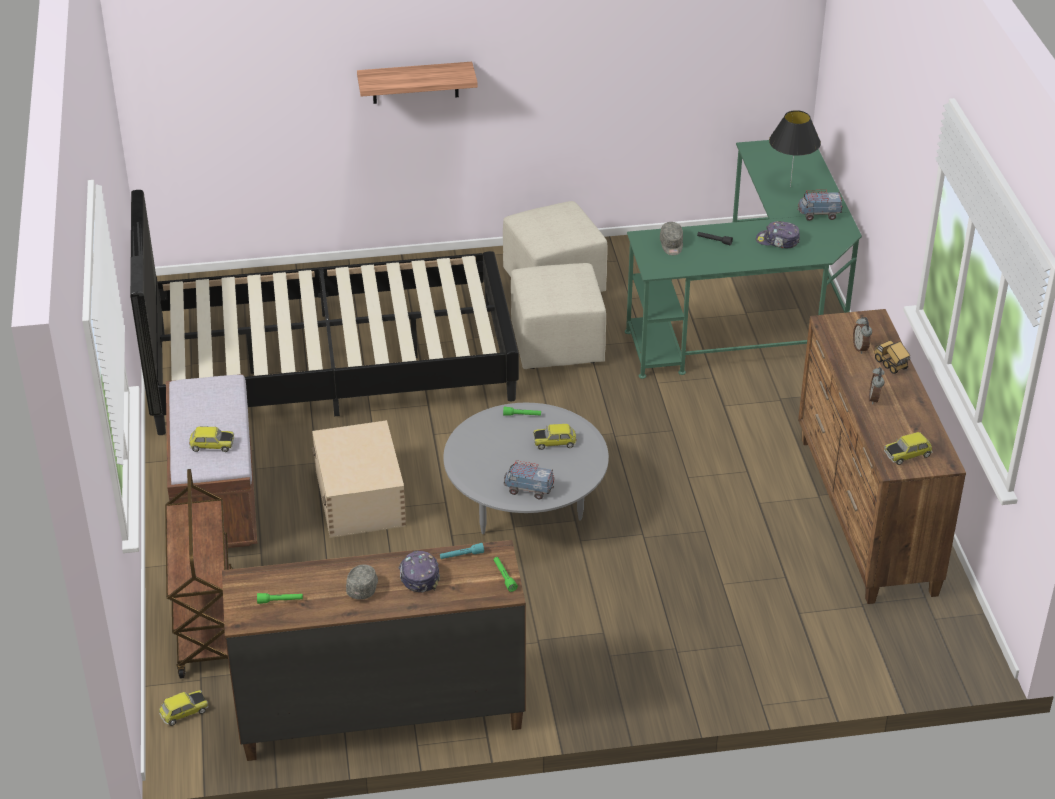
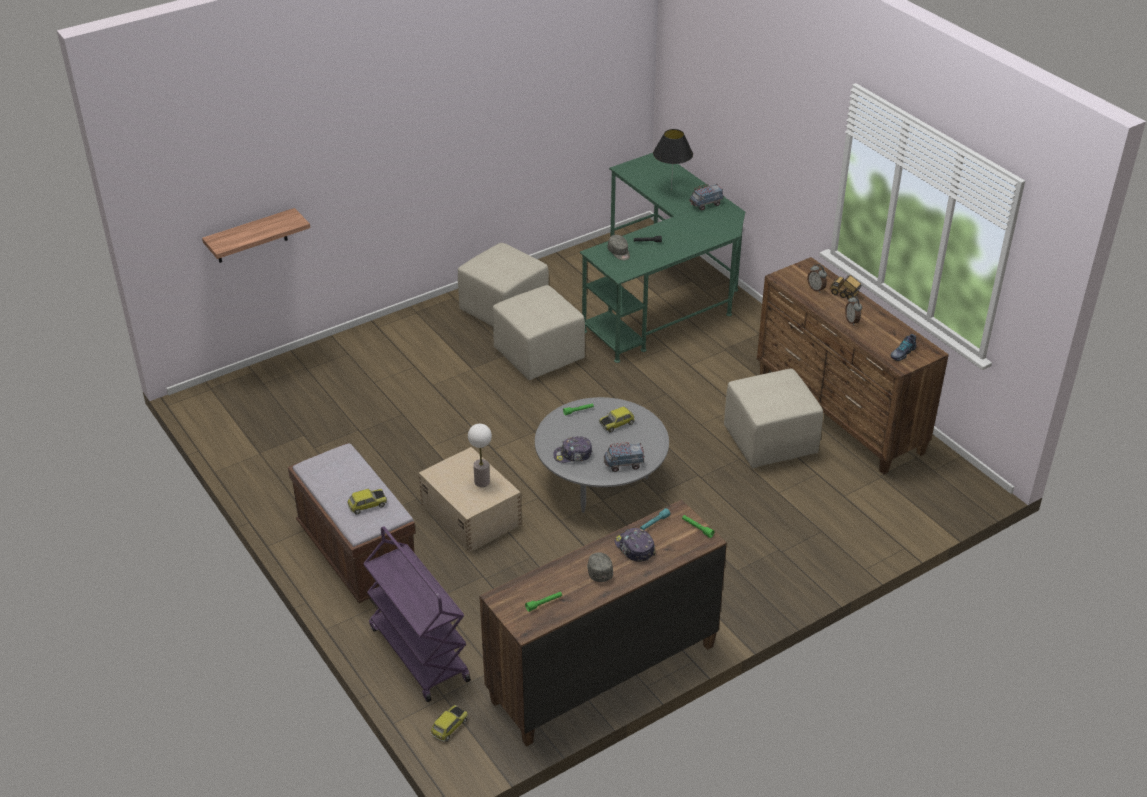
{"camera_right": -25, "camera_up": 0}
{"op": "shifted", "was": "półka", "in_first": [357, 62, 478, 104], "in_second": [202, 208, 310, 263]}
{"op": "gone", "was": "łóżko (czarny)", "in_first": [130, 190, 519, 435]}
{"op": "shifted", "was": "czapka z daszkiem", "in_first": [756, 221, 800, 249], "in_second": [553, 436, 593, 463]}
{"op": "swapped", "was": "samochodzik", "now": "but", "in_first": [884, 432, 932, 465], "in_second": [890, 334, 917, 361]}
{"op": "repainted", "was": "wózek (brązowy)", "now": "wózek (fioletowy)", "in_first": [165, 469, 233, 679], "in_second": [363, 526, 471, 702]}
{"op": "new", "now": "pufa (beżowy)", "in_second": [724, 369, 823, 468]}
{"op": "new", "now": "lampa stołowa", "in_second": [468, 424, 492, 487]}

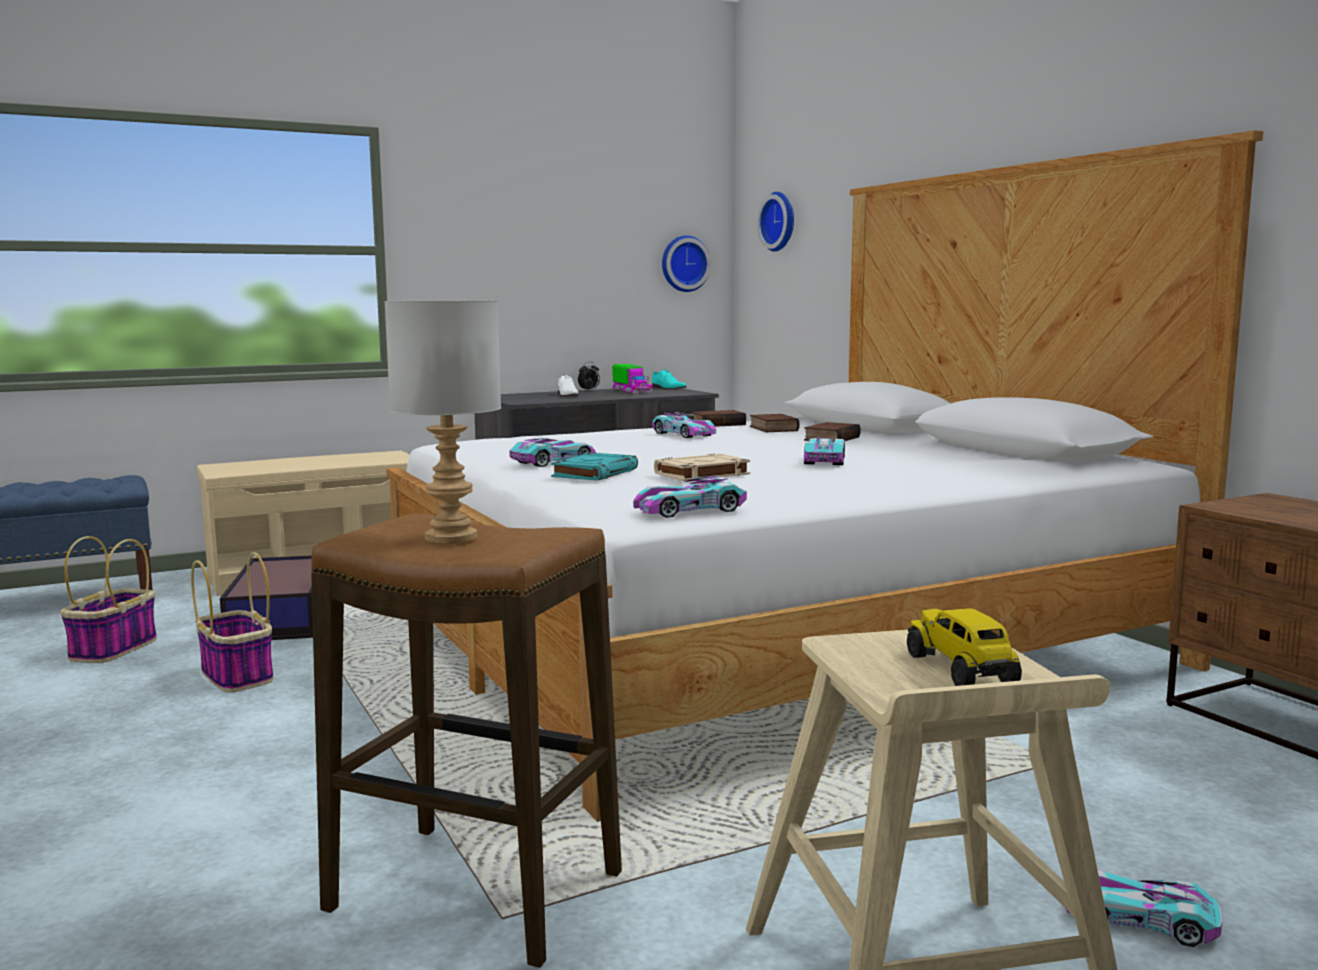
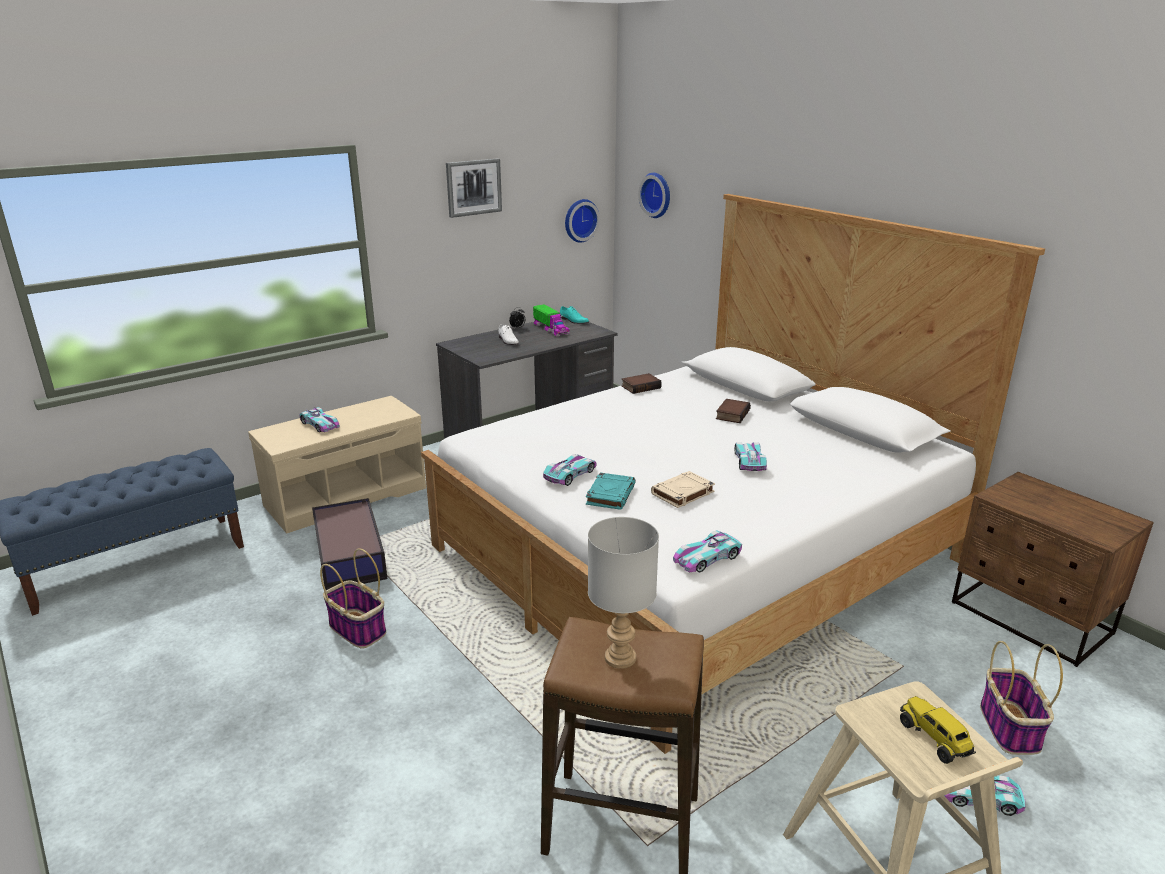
{"camera_right": -10, "camera_up": 15}
{"op": "shifted", "was": "samochodzik", "in_first": [653, 412, 716, 438], "in_second": [299, 407, 340, 432]}
{"op": "gone", "was": "książka", "in_first": [750, 414, 800, 432]}
{"op": "shifted", "was": "koszyk", "in_first": [60, 536, 157, 663], "in_second": [980, 641, 1063, 755]}
{"op": "new", "now": "obraz", "in_second": [446, 158, 502, 218]}

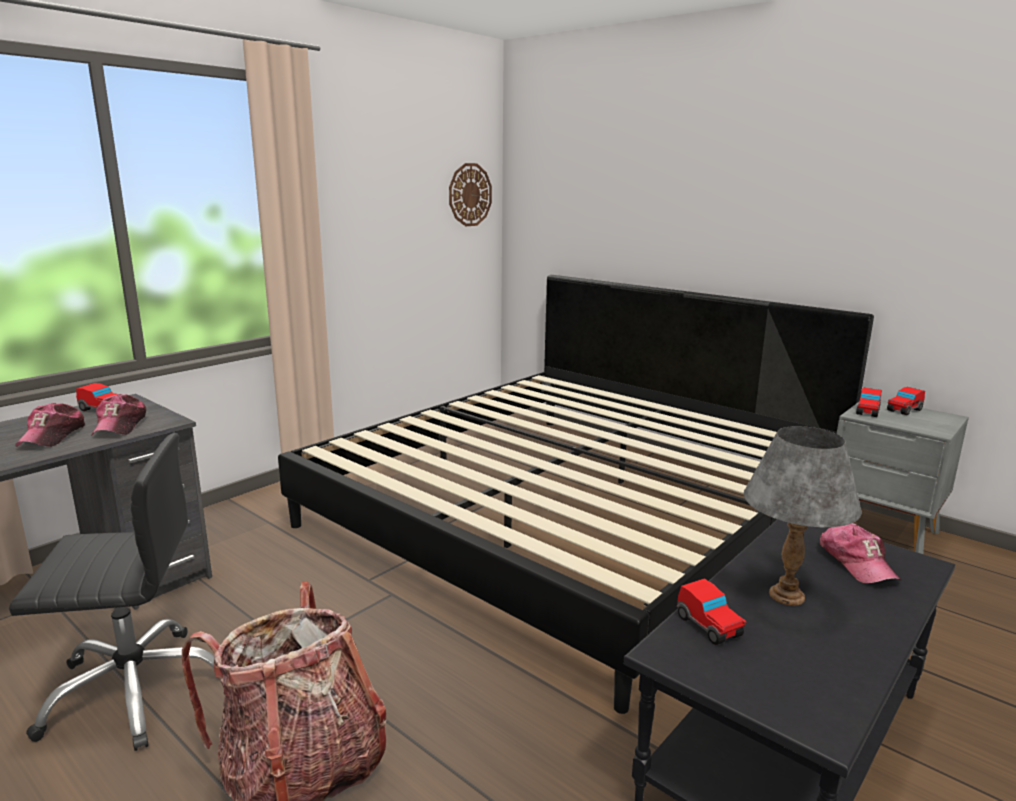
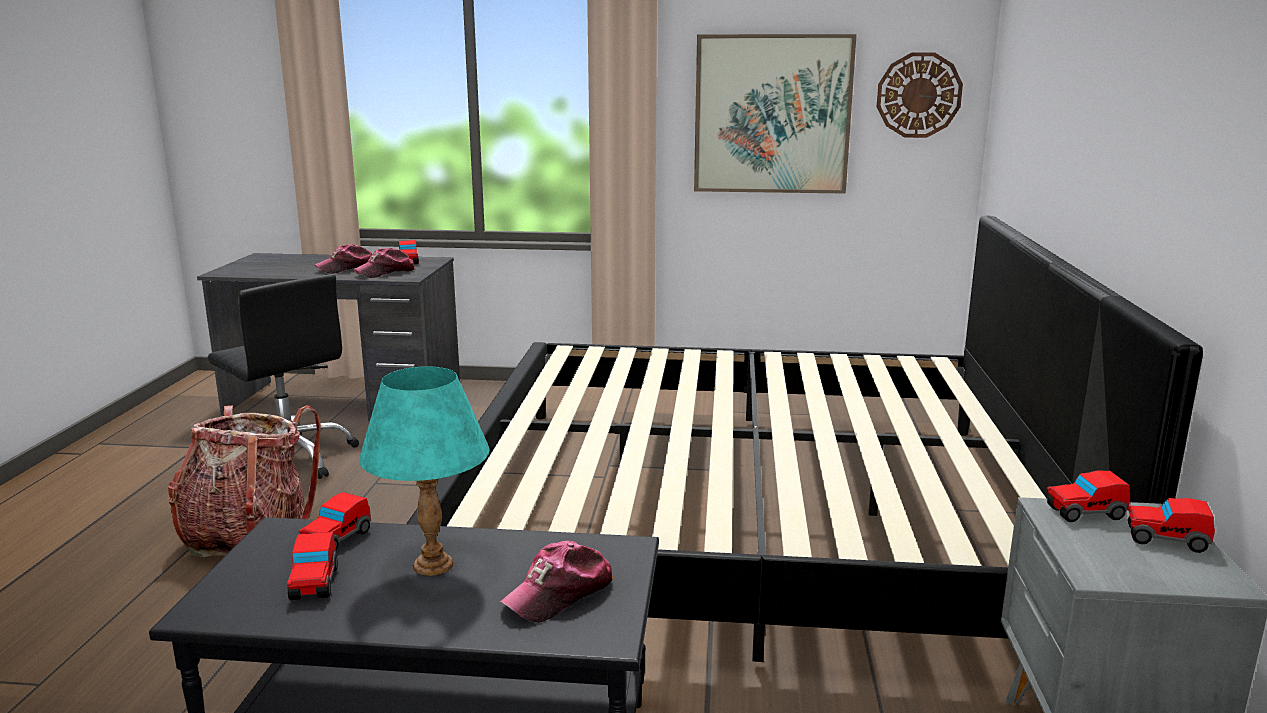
{"camera_right": 55, "camera_up": 0}
{"op": "repainted", "was": "lampa stołowa (szary)", "now": "lampa stołowa (turkusowy)", "in_first": [744, 426, 862, 606], "in_second": [359, 366, 490, 576]}
{"op": "new", "now": "obraz", "in_second": [694, 34, 857, 194]}
{"op": "new", "now": "samochodzik", "in_second": [287, 532, 338, 600]}

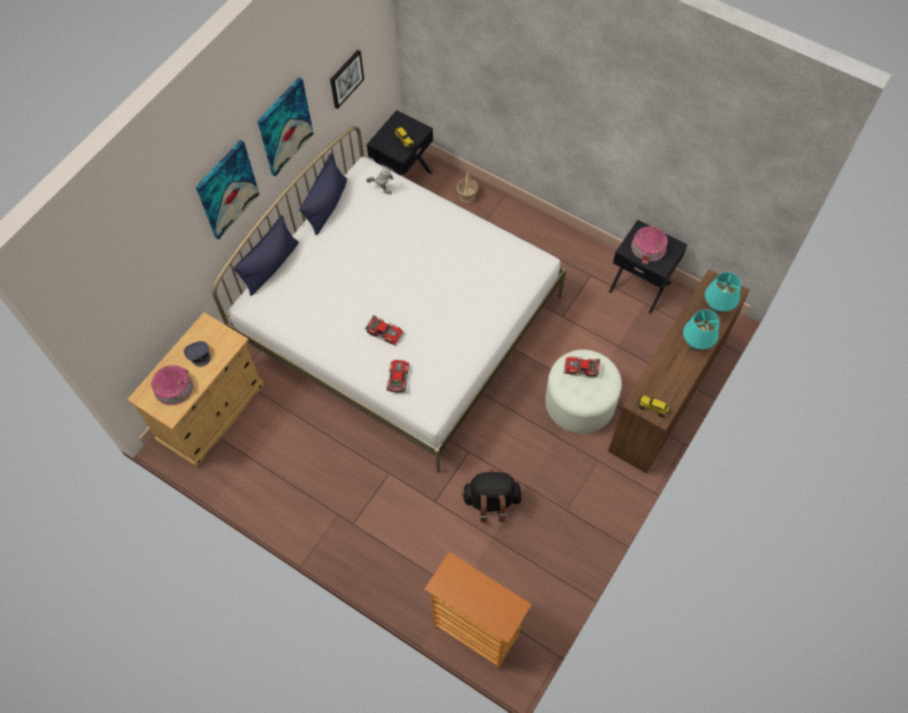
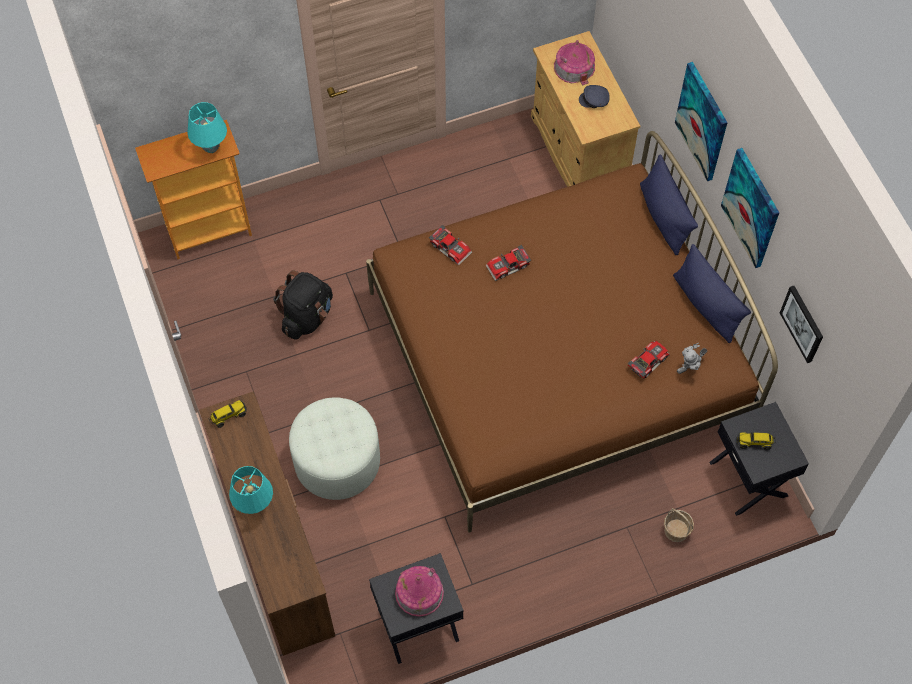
{"camera_right": 125, "camera_up": 0}
{"op": "repainted", "was": "łóżko (biały)", "now": "łóżko (brązowy)", "in_first": [212, 126, 566, 473], "in_second": [366, 131, 778, 533]}
{"op": "shifted", "was": "lampa stołowa (turkusowy)", "in_first": [705, 272, 741, 314], "in_second": [188, 102, 227, 153]}
{"op": "shifted", "was": "samochodzik", "in_first": [564, 356, 600, 378], "in_second": [627, 341, 670, 379]}

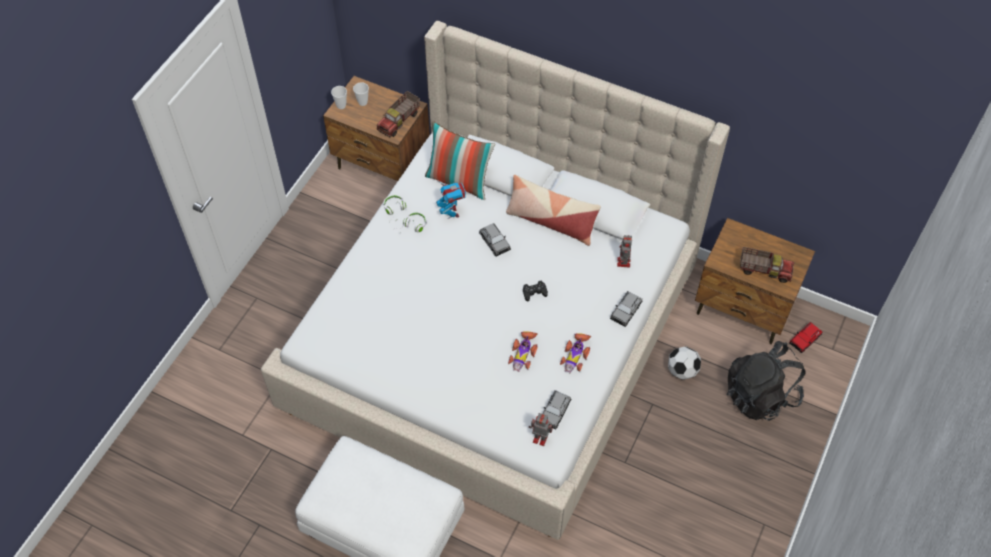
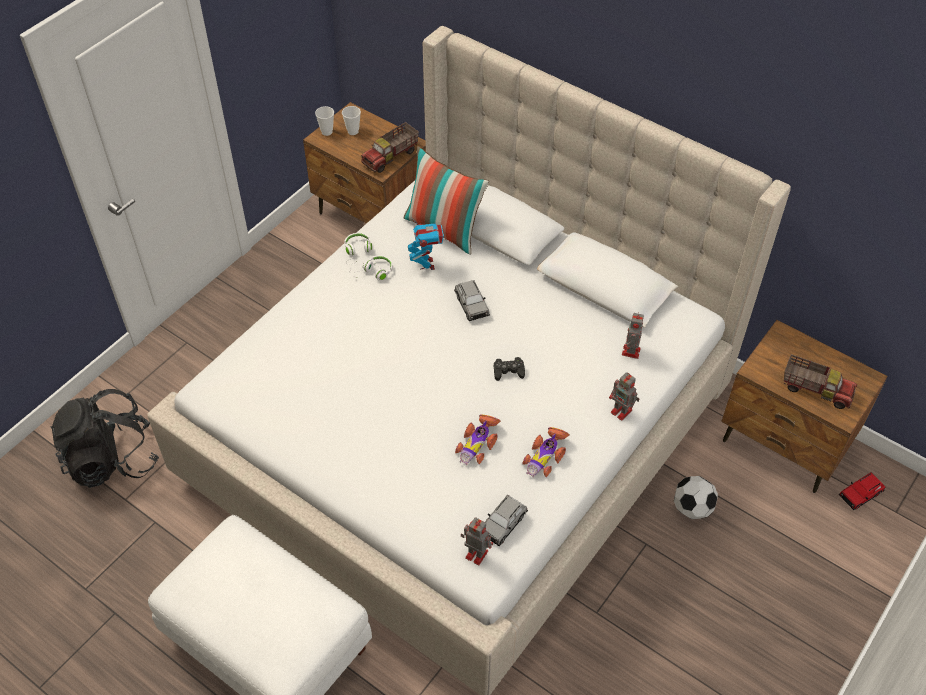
{"camera_right": 10, "camera_up": -5}
{"op": "gone", "was": "poduszka", "in_first": [506, 175, 601, 246]}
{"op": "swapped", "was": "samochodzik (szary)", "now": "robot zabawkowy", "in_first": [610, 291, 643, 327], "in_second": [609, 372, 640, 421]}
{"op": "shifted", "was": "plecak (czarny)", "in_first": [727, 341, 805, 421], "in_second": [51, 389, 159, 488]}

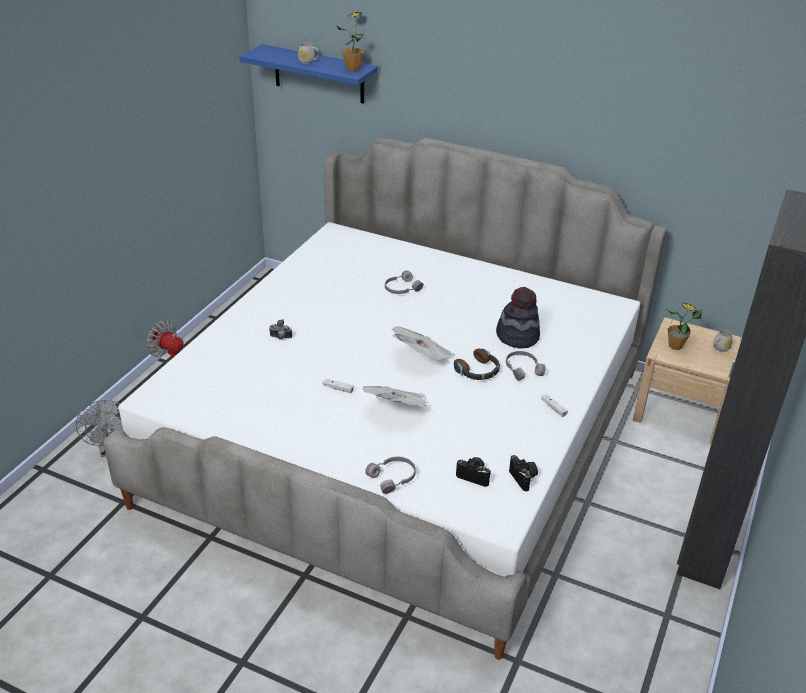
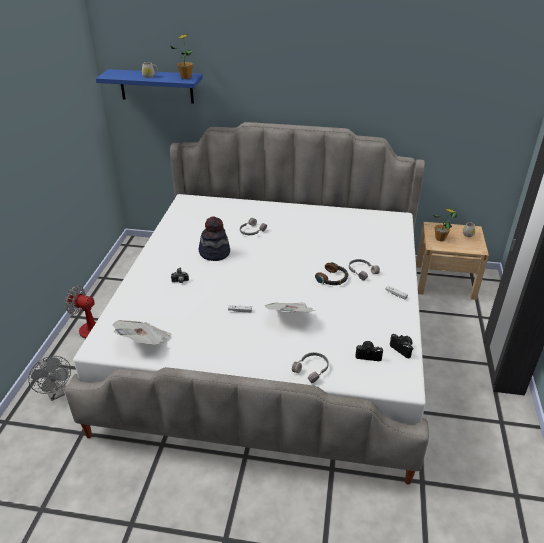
{"camera_right": -15, "camera_up": 0}
{"op": "shifted", "was": "kapelusz", "in_first": [496, 287, 540, 349], "in_second": [199, 216, 230, 261]}
{"op": "shifted", "was": "gazeta", "in_first": [392, 326, 455, 361], "in_second": [112, 320, 172, 345]}

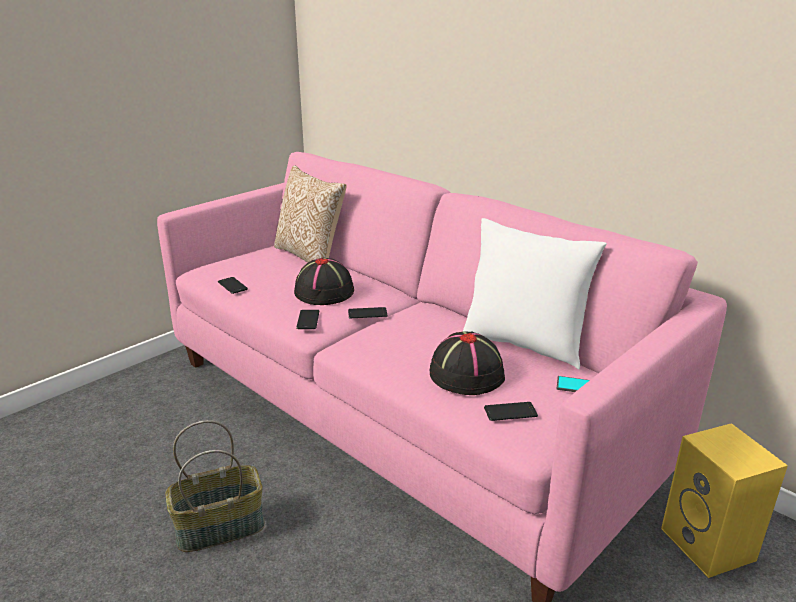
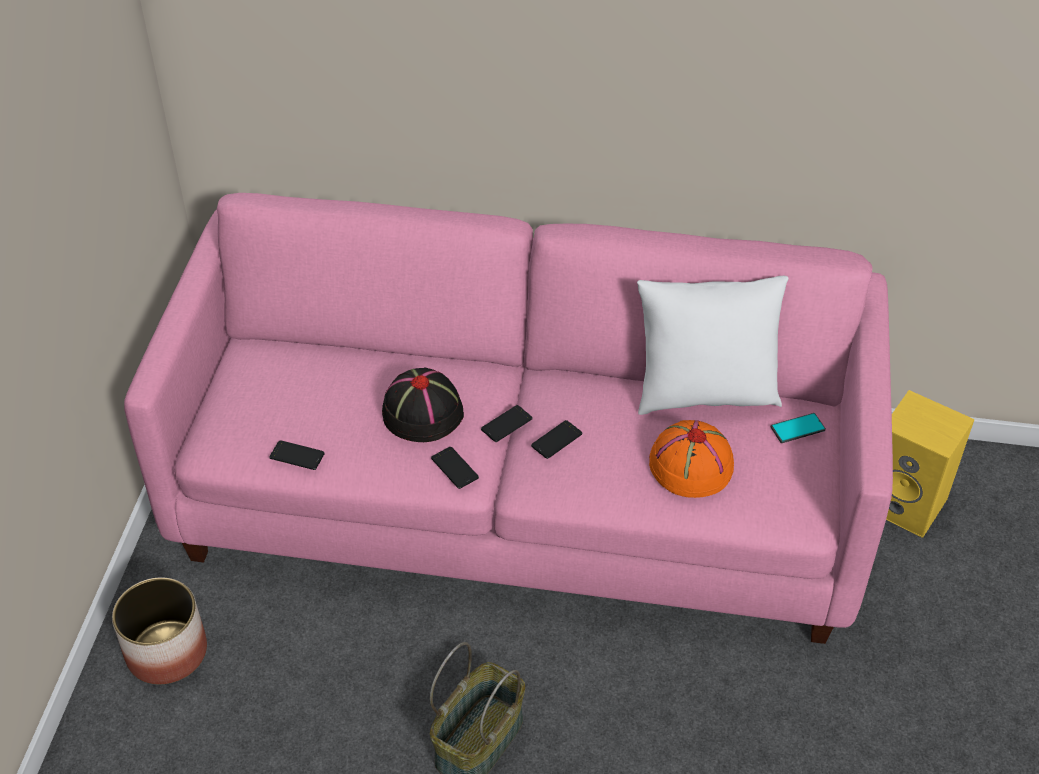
{"camera_right": -35, "camera_up": 20}
{"op": "gone", "was": "poduszka", "in_first": [274, 165, 347, 263]}
{"op": "repainted", "was": "kapelusz (czarny)", "now": "kapelusz (pomarańczowy)", "in_first": [430, 331, 505, 395], "in_second": [649, 420, 734, 498]}
{"op": "shifted", "was": "telefon", "in_first": [484, 402, 538, 421], "in_second": [531, 420, 582, 459]}
{"op": "new", "now": "donica", "in_second": [112, 578, 207, 684]}

